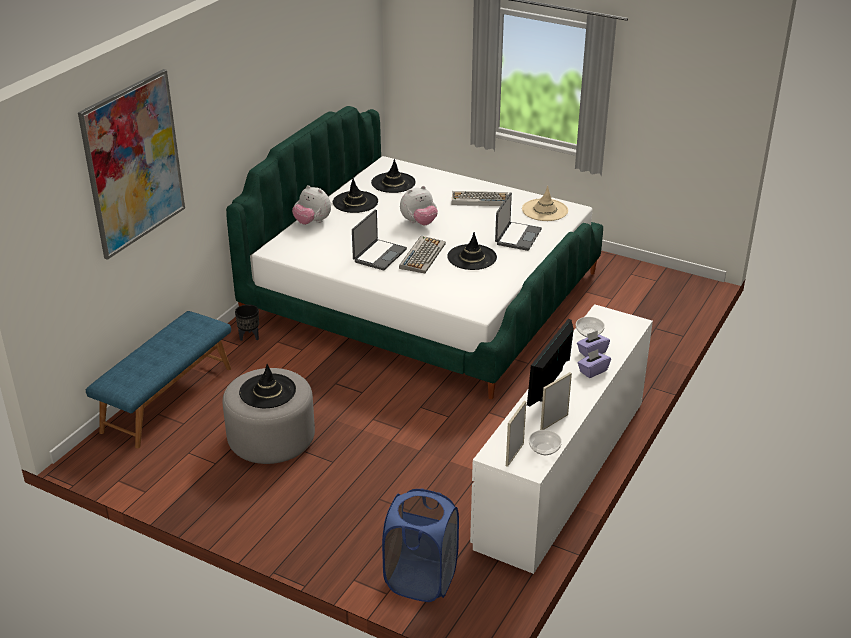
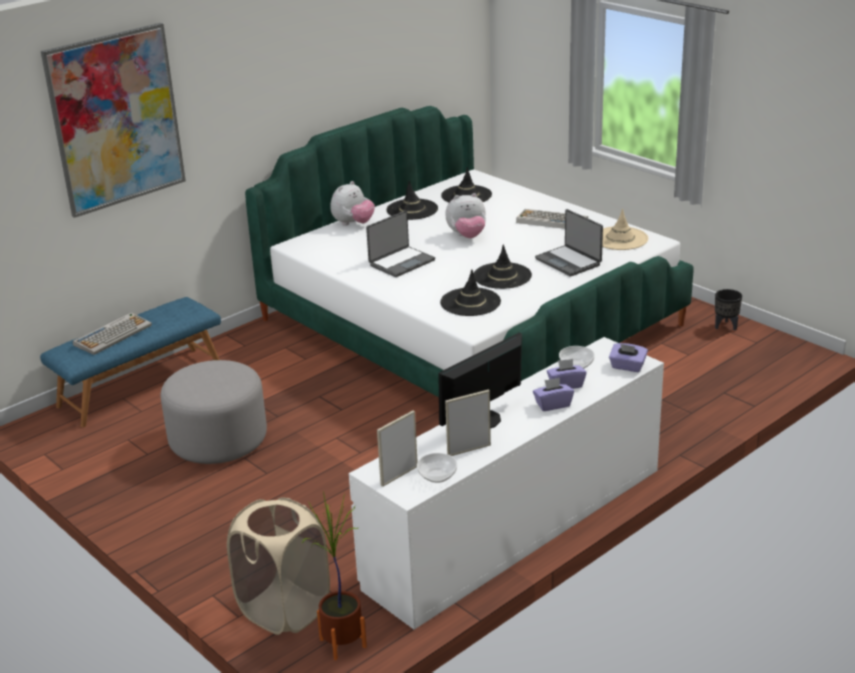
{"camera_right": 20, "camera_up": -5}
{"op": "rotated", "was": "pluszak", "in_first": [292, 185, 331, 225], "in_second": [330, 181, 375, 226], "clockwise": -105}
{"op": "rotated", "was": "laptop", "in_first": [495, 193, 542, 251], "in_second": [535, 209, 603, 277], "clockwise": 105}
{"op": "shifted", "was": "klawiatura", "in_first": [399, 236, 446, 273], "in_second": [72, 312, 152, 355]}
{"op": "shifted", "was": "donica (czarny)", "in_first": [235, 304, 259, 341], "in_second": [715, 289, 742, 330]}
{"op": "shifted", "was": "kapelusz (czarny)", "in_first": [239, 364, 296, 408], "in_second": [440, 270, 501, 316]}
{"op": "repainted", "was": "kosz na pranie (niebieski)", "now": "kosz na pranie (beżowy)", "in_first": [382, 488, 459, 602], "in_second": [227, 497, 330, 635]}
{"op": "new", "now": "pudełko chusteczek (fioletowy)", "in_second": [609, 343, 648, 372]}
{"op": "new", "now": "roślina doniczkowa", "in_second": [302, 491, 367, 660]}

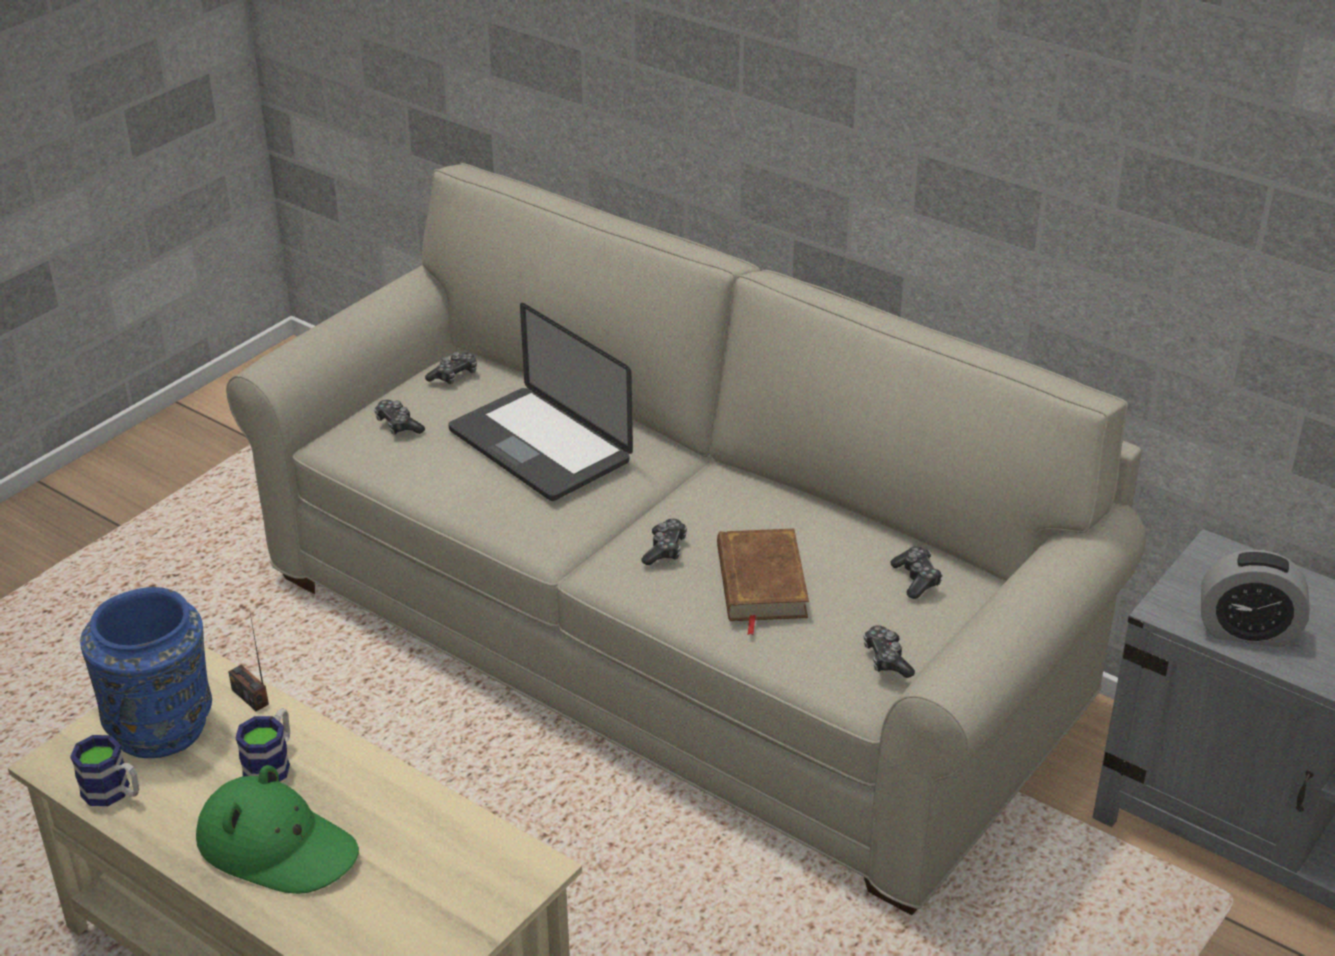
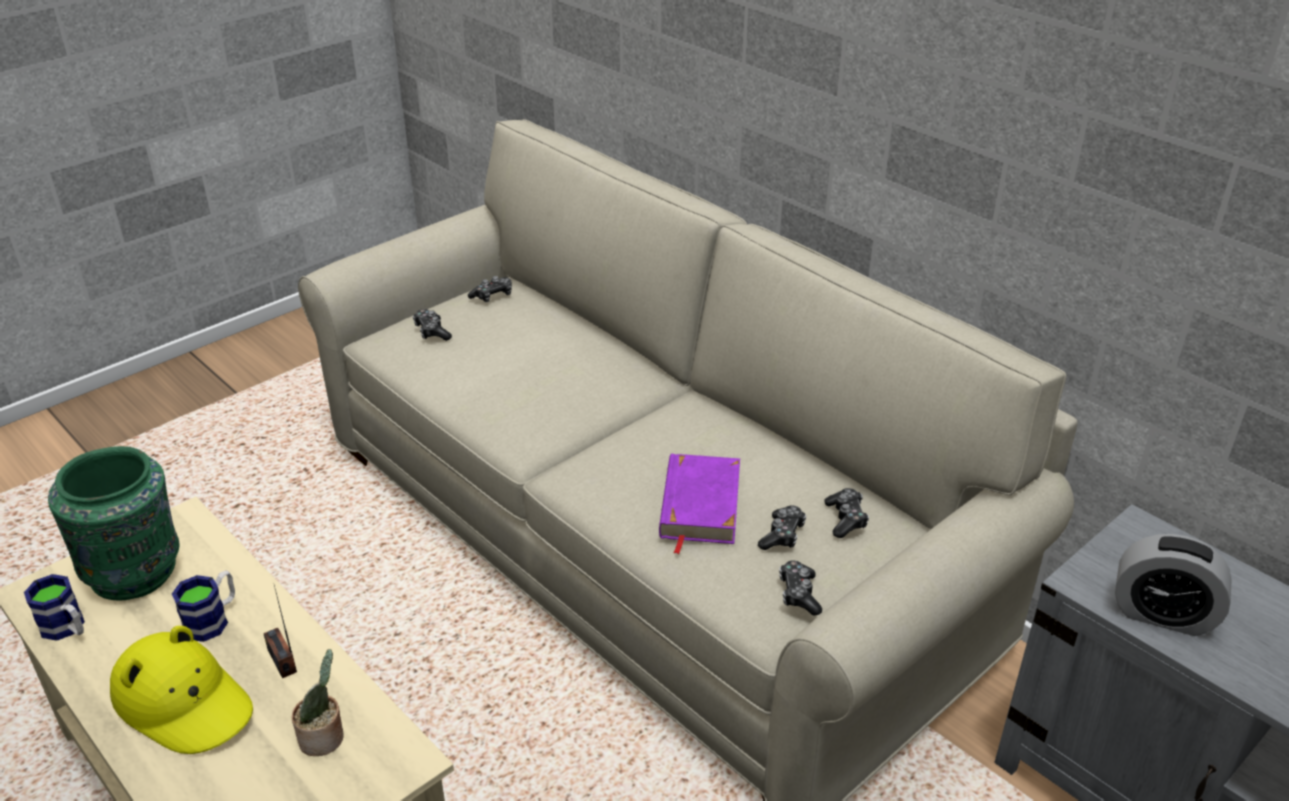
{"camera_right": 10, "camera_up": 0}
{"op": "gone", "was": "laptop", "in_first": [448, 303, 633, 501]}
{"op": "shifted", "was": "pad do gier", "in_first": [642, 519, 687, 565], "in_second": [758, 505, 806, 550]}
{"op": "repainted", "was": "książka (brązowy)", "now": "książka (fioletowy)", "in_first": [717, 529, 809, 635], "in_second": [659, 454, 740, 554]}
{"op": "repainted", "was": "wazon (niebieski)", "now": "wazon (zielony)", "in_first": [80, 587, 212, 758], "in_second": [48, 446, 180, 600]}
{"op": "shifted", "was": "radio", "in_first": [228, 613, 269, 711], "in_second": [263, 585, 297, 678]}
{"op": "repainted", "was": "kapelusz (zielony)", "now": "kapelusz (żółty)", "in_first": [196, 765, 359, 894], "in_second": [110, 626, 253, 754]}
{"op": "new", "now": "roślina doniczkowa", "in_second": [292, 649, 344, 756]}

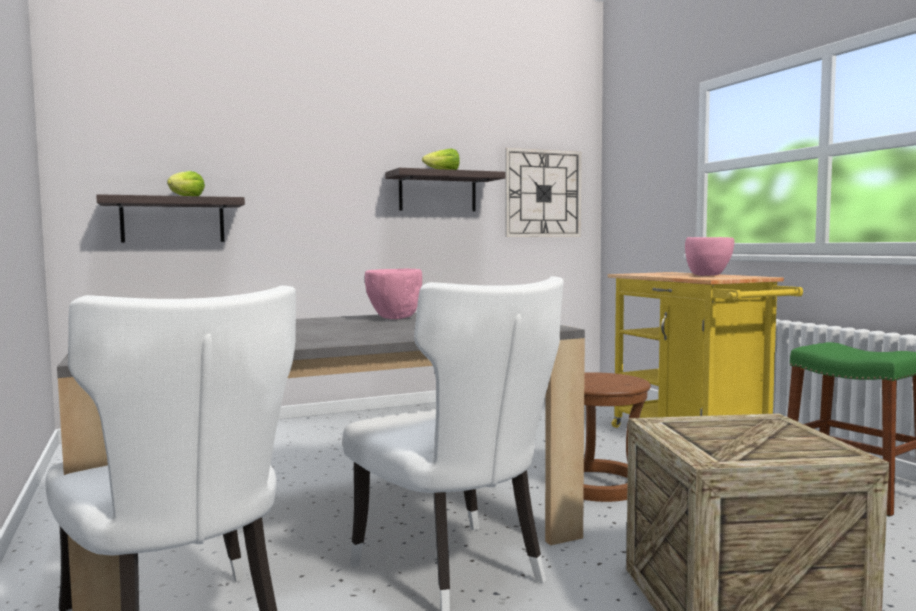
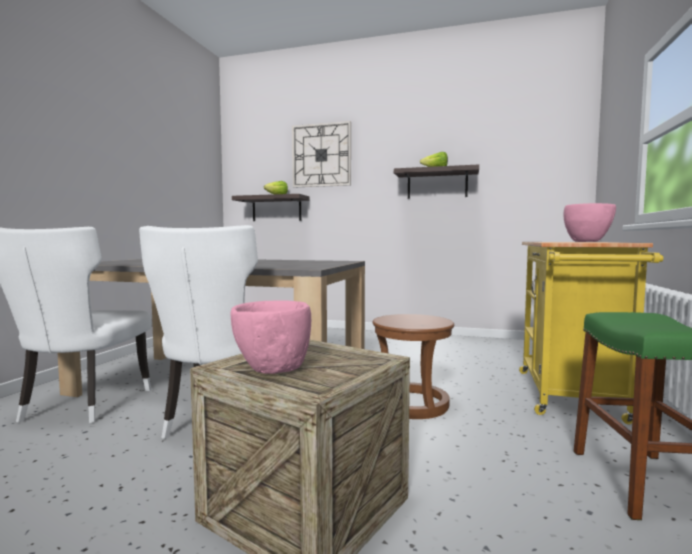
{"camera_right": 40, "camera_up": 0}
{"op": "shifted", "was": "zegar ścienny", "in_first": [505, 148, 581, 237], "in_second": [292, 121, 351, 188]}
{"op": "shifted", "was": "miska (różowy)", "in_first": [365, 269, 422, 319], "in_second": [231, 300, 311, 374]}

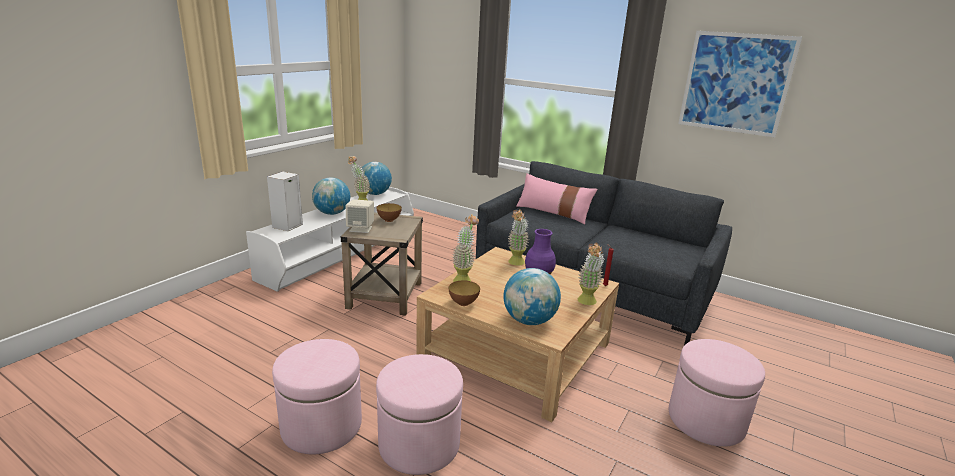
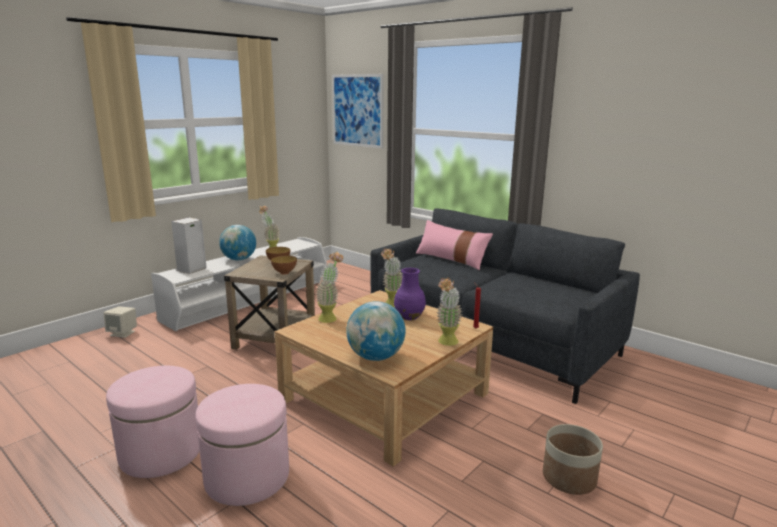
{"camera_right": 10, "camera_up": -5}
{"op": "shifted", "was": "obraz", "in_first": [678, 31, 802, 137], "in_second": [332, 74, 384, 148]}
{"op": "gone", "was": "globus", "in_first": [362, 162, 392, 195]}
{"op": "shifted", "was": "głośnik (beżowy)", "in_first": [346, 199, 374, 233], "in_second": [104, 306, 137, 338]}
{"op": "shifted", "was": "miska", "in_first": [449, 280, 480, 306], "in_second": [271, 256, 297, 274]}
{"op": "swapped", "was": "pufa (różowy)", "now": "donica", "in_first": [669, 339, 765, 447], "in_second": [543, 424, 603, 495]}

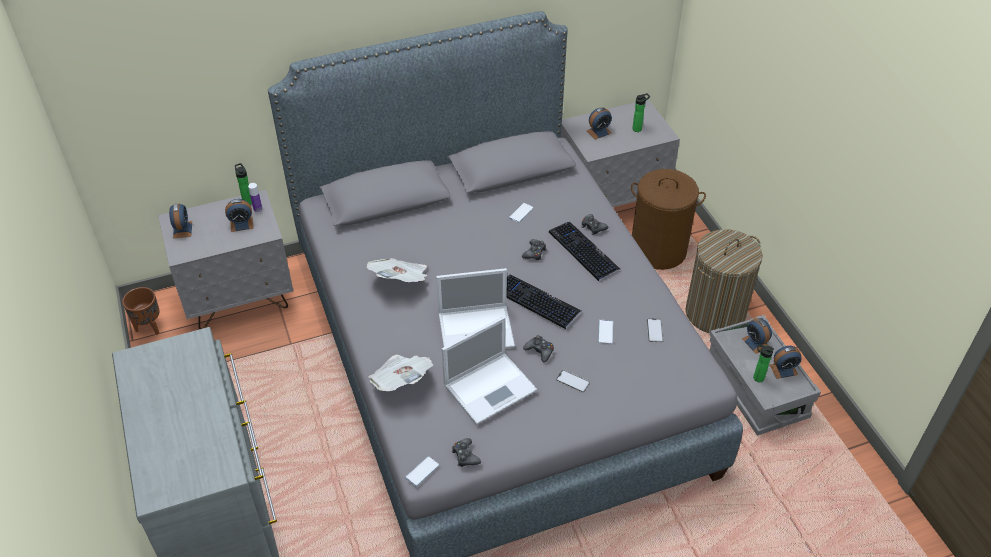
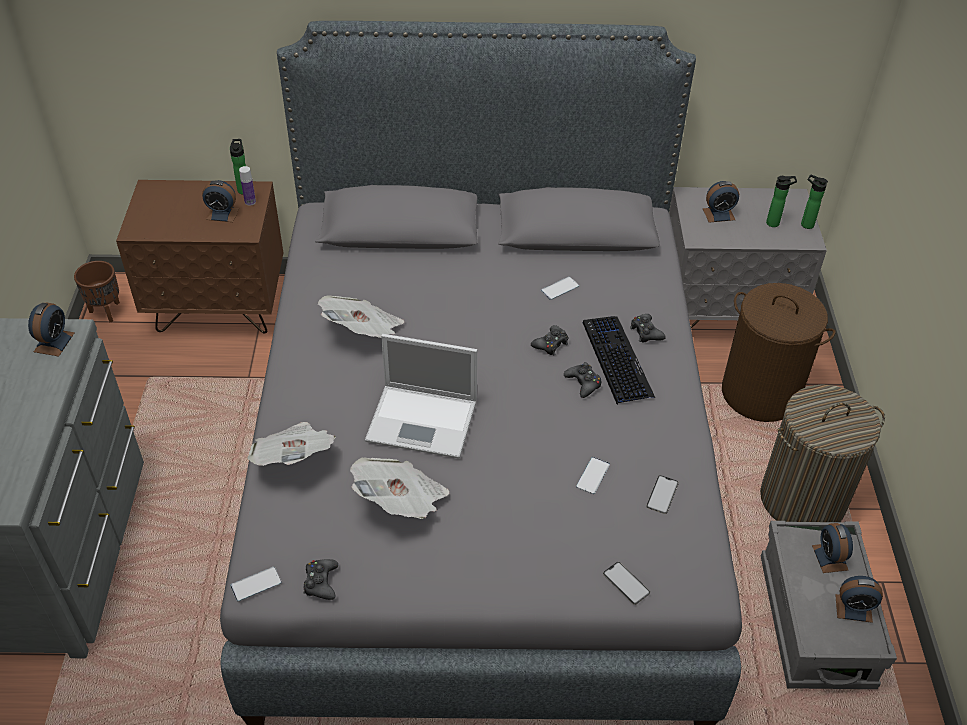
{"camera_right": 20, "camera_up": 0}
{"op": "repainted", "was": "szafka nocna (szary)", "now": "szafka nocna (brązowy)", "in_first": [158, 190, 293, 329], "in_second": [116, 180, 283, 334]}
{"op": "shifted", "was": "budzik", "in_first": [169, 204, 192, 238], "in_second": [28, 302, 75, 357]}
{"op": "gone", "was": "klawiatura", "in_first": [507, 274, 581, 329]}
{"op": "swapped", "was": "laptop", "now": "gazeta", "in_first": [442, 316, 537, 425], "in_second": [350, 458, 449, 519]}
{"op": "shifted", "was": "pad do gier (czarny)", "in_first": [523, 335, 554, 363], "in_second": [564, 362, 602, 398]}
{"op": "shifted", "was": "butelka", "in_first": [753, 345, 774, 382], "in_second": [801, 175, 828, 229]}
{"op": "shifted", "was": "telefon", "in_first": [556, 370, 590, 393], "in_second": [603, 562, 650, 605]}

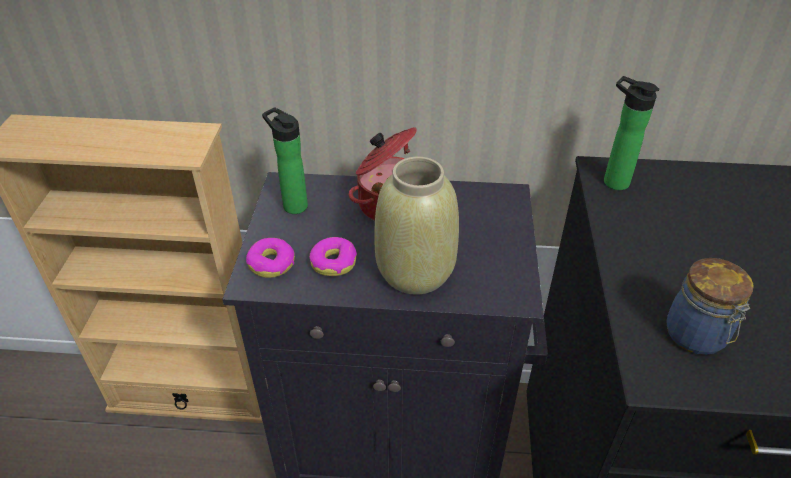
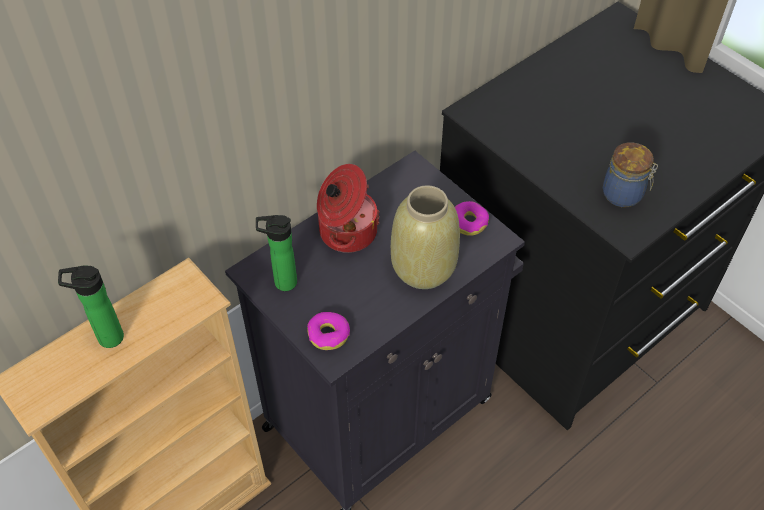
{"camera_right": -45, "camera_up": 10}
{"op": "shifted", "was": "butelka", "in_first": [604, 76, 659, 190], "in_second": [58, 265, 124, 348]}
{"op": "shifted", "was": "donut", "in_first": [310, 237, 357, 276], "in_second": [455, 201, 489, 236]}

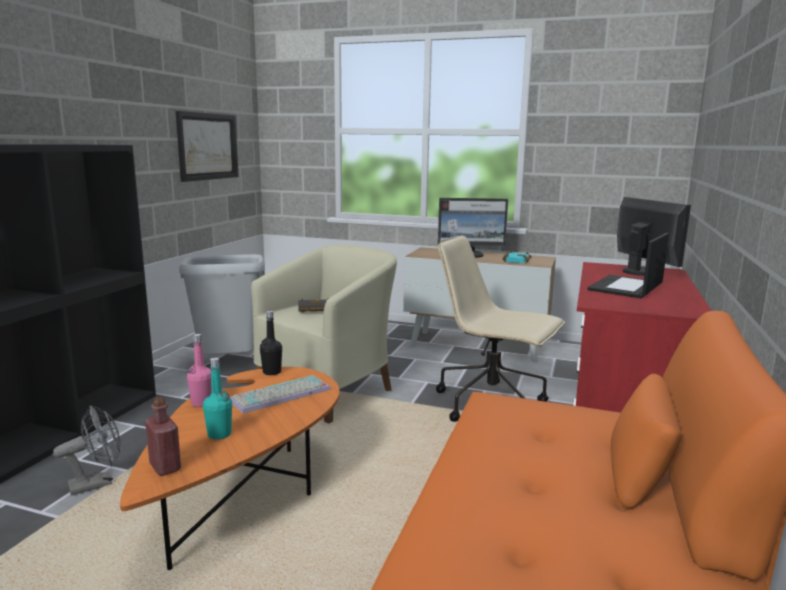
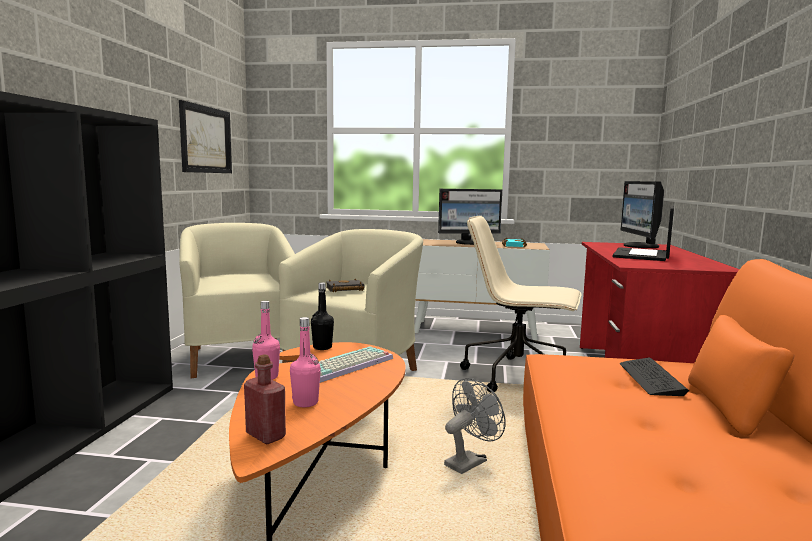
{"camera_right": -10, "camera_up": -5}
{"op": "rotated", "was": "monitor", "in_first": [617, 197, 691, 276], "in_second": [620, 181, 664, 248], "clockwise": -150}
{"op": "swapped", "was": "kosz na śmieci (szary)", "now": "fotel (beżowy)", "in_first": [179, 254, 265, 355], "in_second": [179, 223, 295, 378]}
{"op": "repainted", "was": "butelka (turkusowy)", "now": "butelka (różowy)", "in_first": [203, 358, 232, 440], "in_second": [290, 317, 321, 407]}
{"op": "shifted", "was": "wentylator (szary)", "in_first": [53, 405, 121, 495], "in_second": [444, 378, 506, 474]}
{"op": "new", "now": "klawiatura", "in_second": [620, 357, 689, 396]}

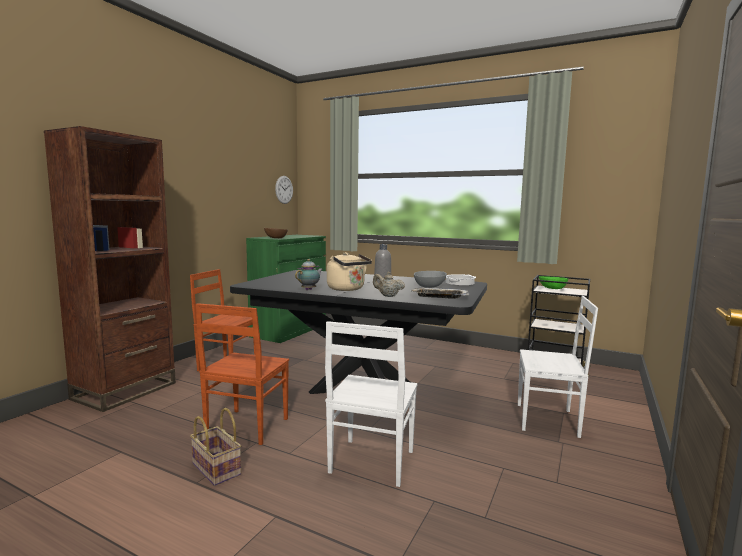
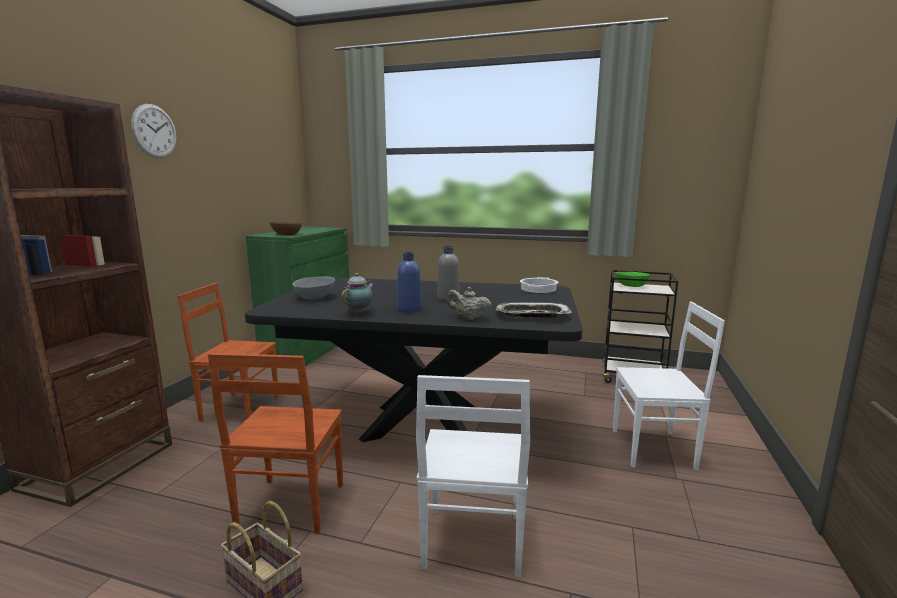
{"camera_right": -10, "camera_up": 5}
{"op": "shifted", "was": "zegar ścienny", "in_first": [275, 176, 293, 204], "in_second": [131, 104, 176, 158]}
{"op": "swapped", "was": "czajnik (beżowy)", "now": "butelka (niebieski)", "in_first": [327, 252, 372, 291], "in_second": [397, 252, 422, 312]}
{"op": "shifted", "was": "miska (szary)", "in_first": [414, 271, 447, 288], "in_second": [292, 276, 335, 299]}

